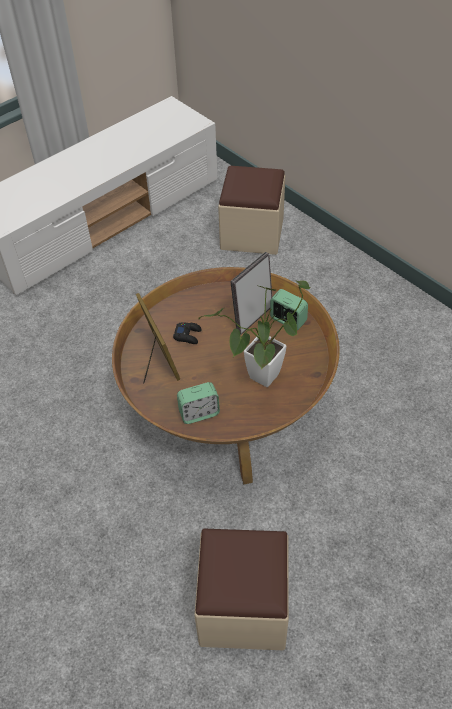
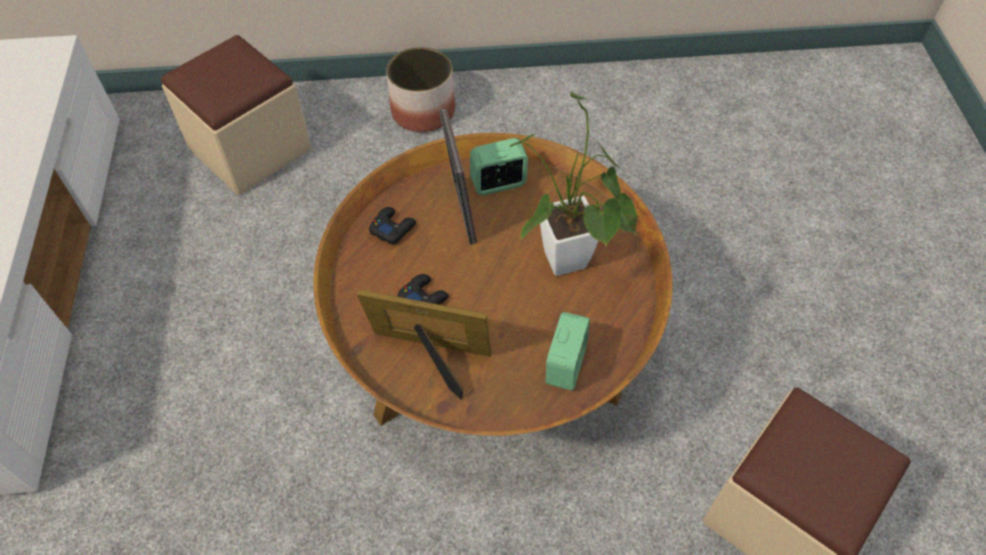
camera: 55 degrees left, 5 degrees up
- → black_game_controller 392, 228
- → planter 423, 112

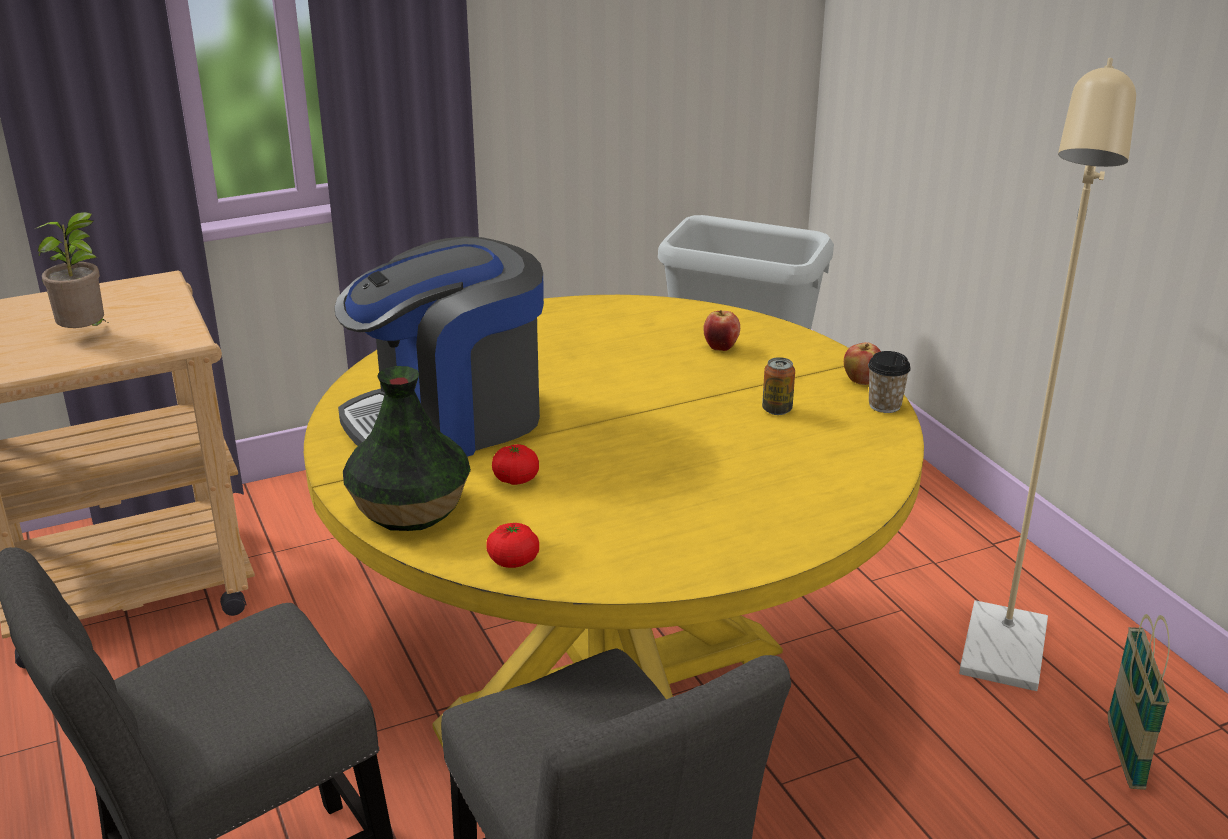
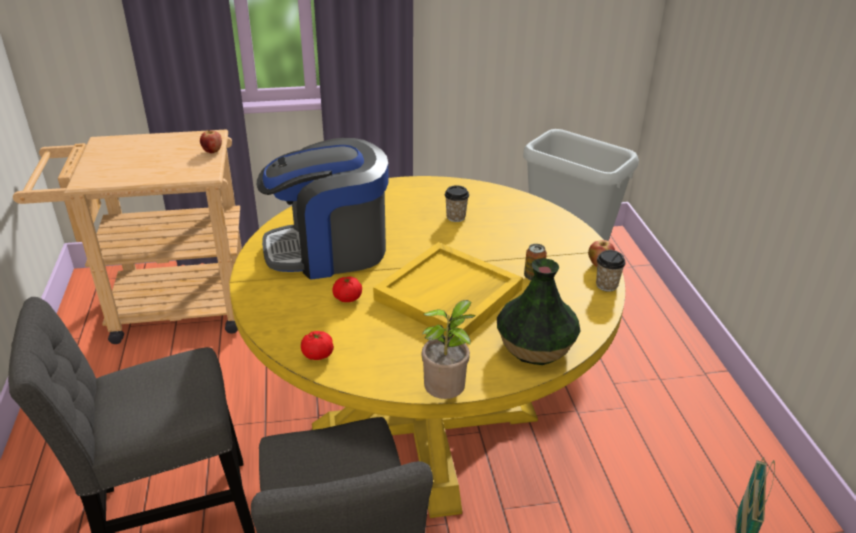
camera: 15 degrees right, 5 degrees up
potted_plant 87, 335 → potted_plant 446, 396, move
vase 409, 508 → vase 535, 346, move
apple 721, 347 → apple 212, 151, move
beige_floor_lamp 1002, 662 → -
- → yellow_tray 448, 295
- → cup 456, 217

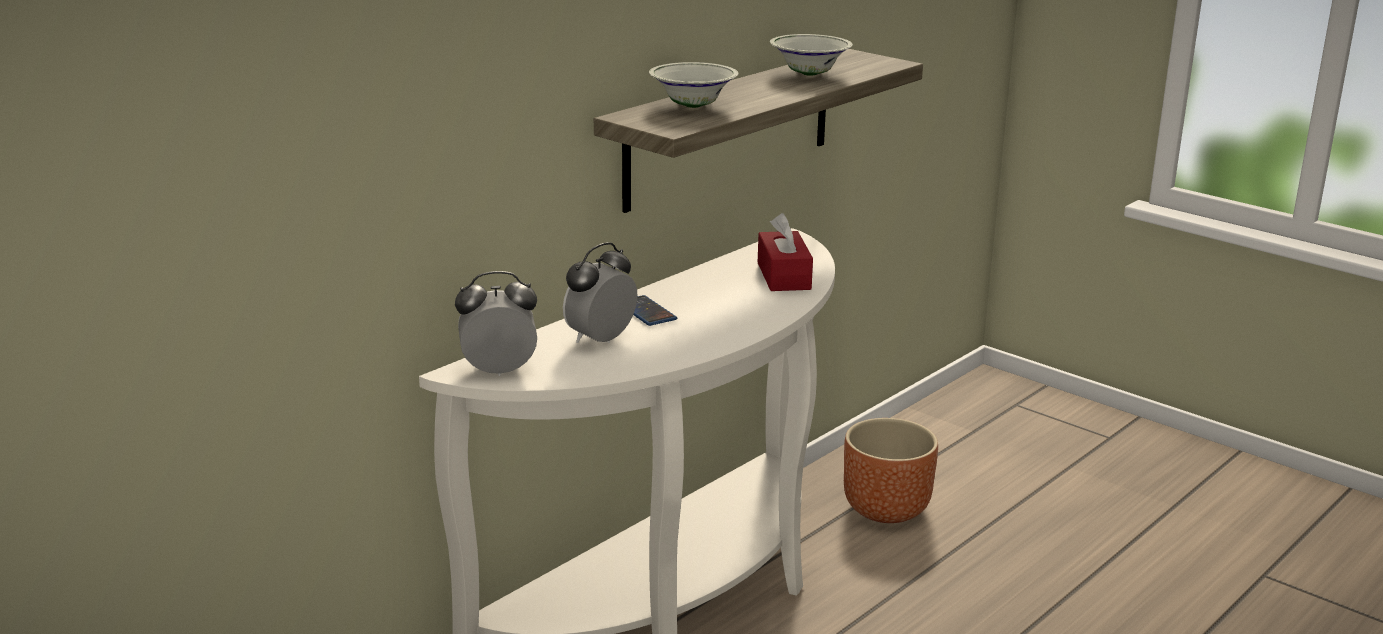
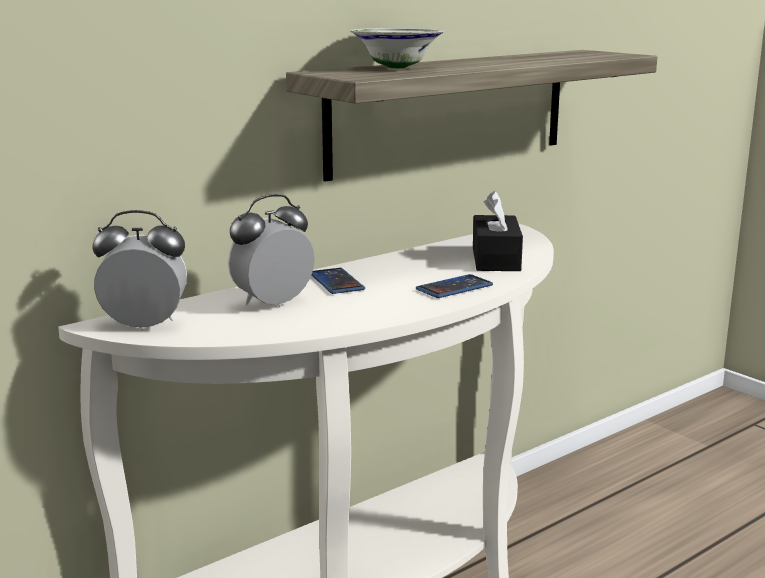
camera: 10 degrees right, 5 degrees down
red_tissue_box 783, 276 → black_tissue_box 496, 259
white_bowl 809, 74 → -
brown_planter 887, 509 → -
- → phone 454, 287

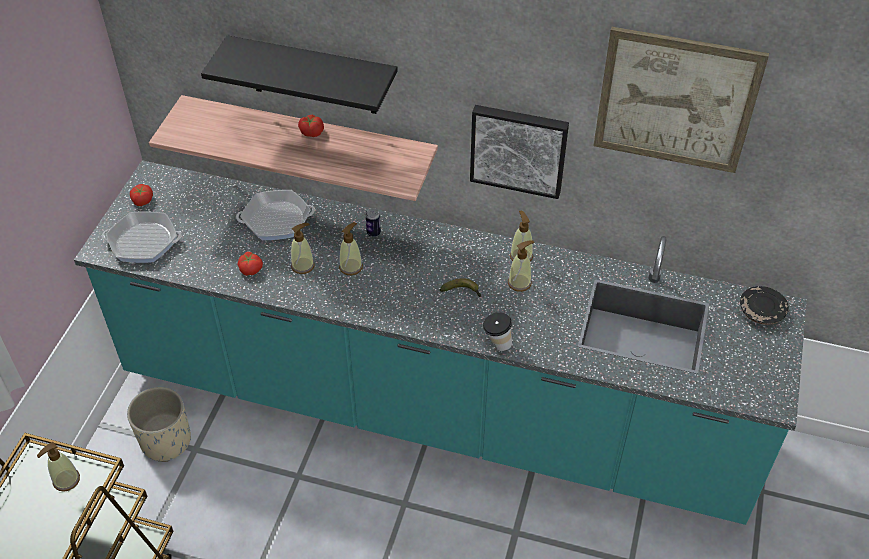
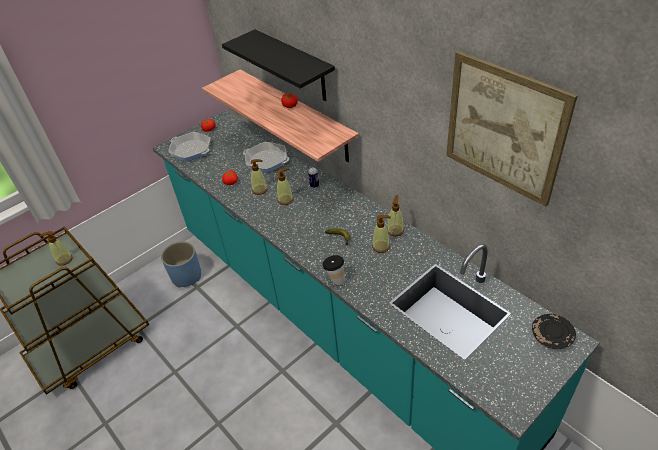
camera: 35 degrees right, 5 degrees down
beige_planter 166, 441 → blue_planter 186, 276
picture 518, 149 → -

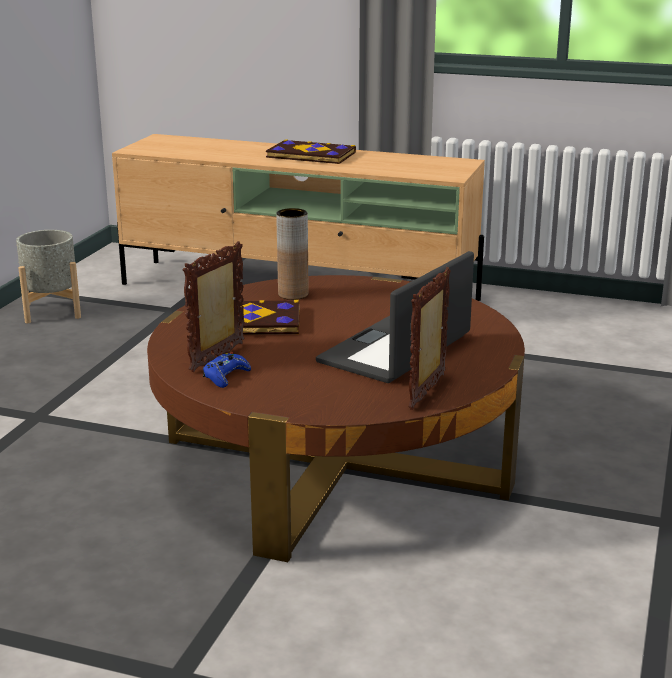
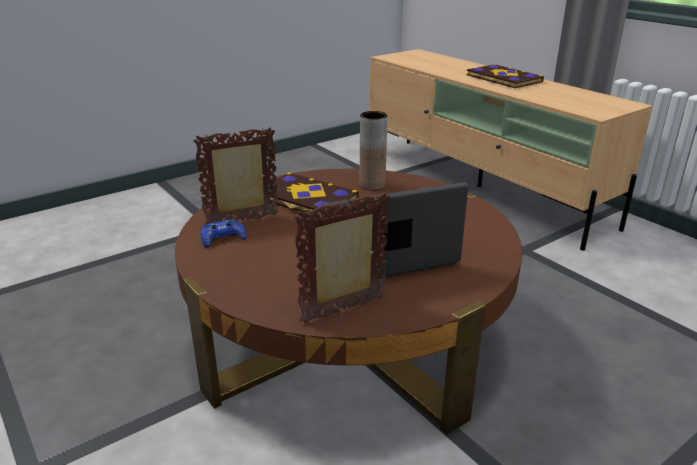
camera: 35 degrees right, 5 degrees up
grey_planter 52, 311 → -

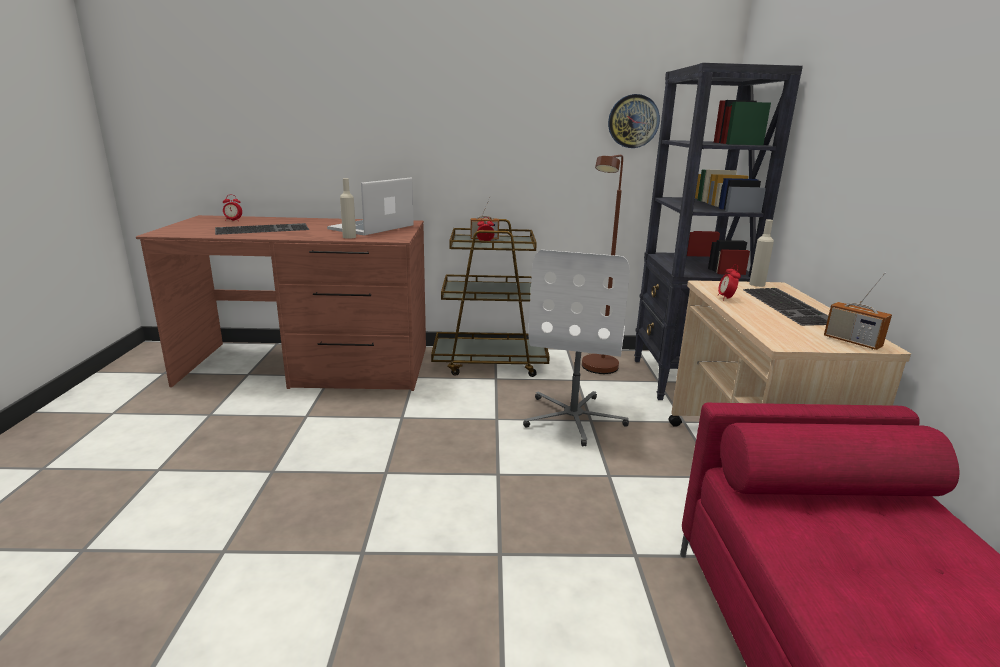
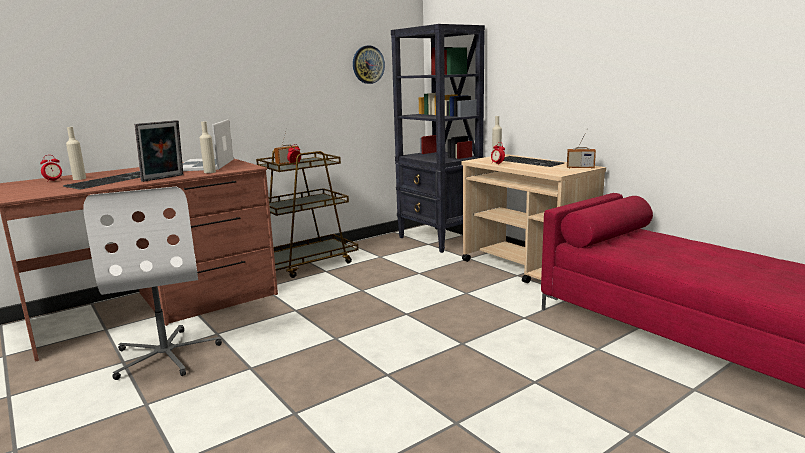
camera: 35 degrees left, 5 degrees down
white_office_chair 574, 418 → white_office_chair 166, 355, move
brown_floor_lamp 597, 370 → -
- → beige_bottle 79, 178
- → picture_frame 164, 178

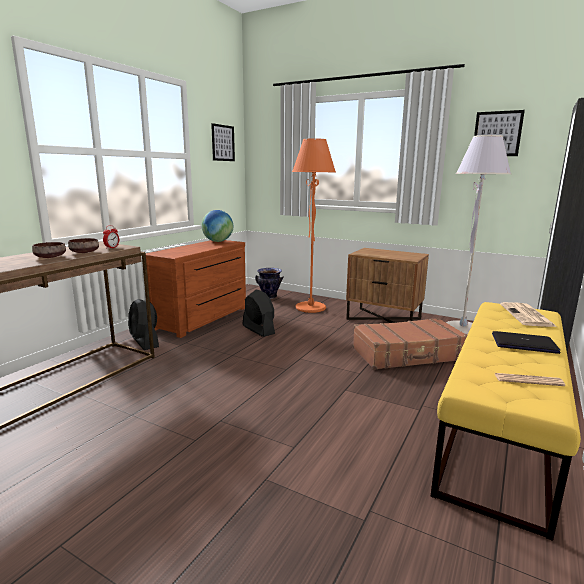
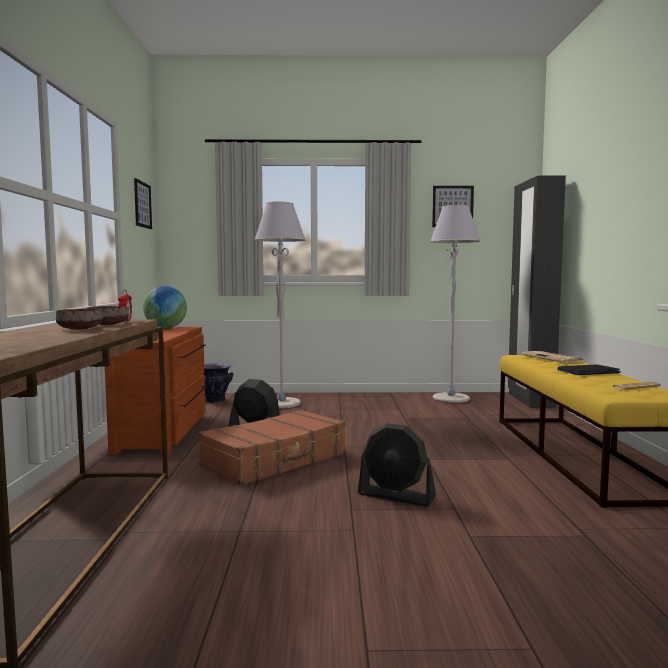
camera: 30 degrees left, 10 degrees down
black_fan 145, 342 → black_fan 396, 496, move
orange_floor_lamp 311, 308 → grey_floor_lamp 282, 404
brown_nightstand 384, 319 → -
brown_suitcase 408, 354 → brown_suitcase 276, 460, move

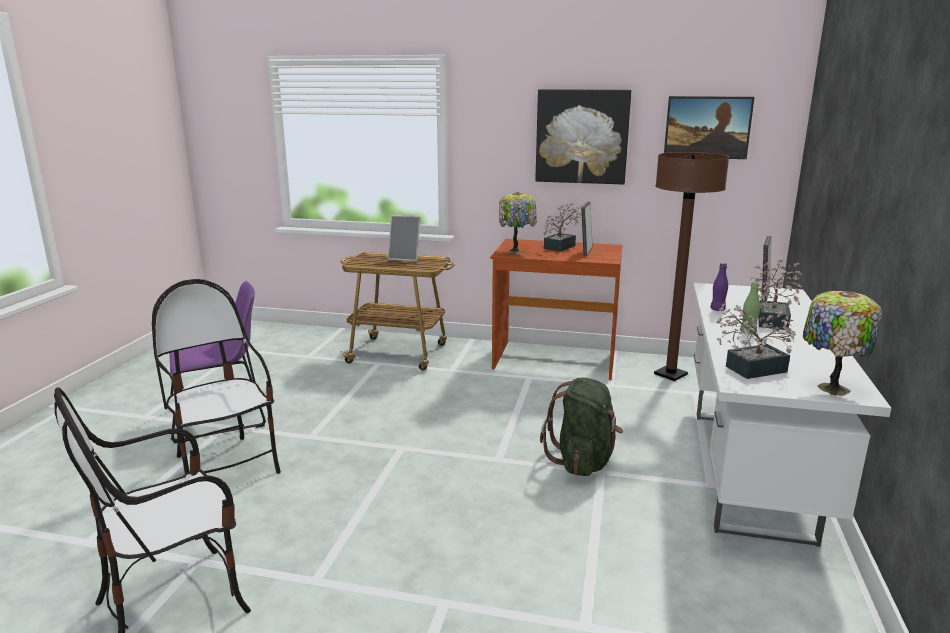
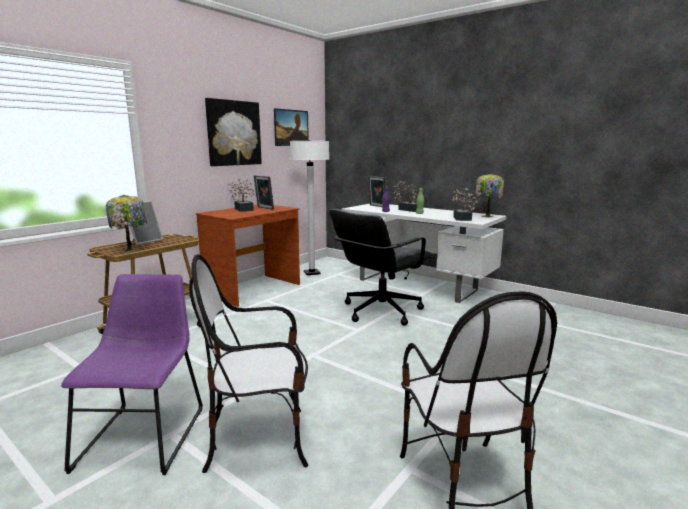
camera: 65 degrees left, 5 degrees down
table_lamp 516, 251 → table_lamp 131, 250, move
green_backpack 583, 461 → black_office_chair 380, 311
brown_floor_lamp 670, 374 → white_floor_lamp 312, 273

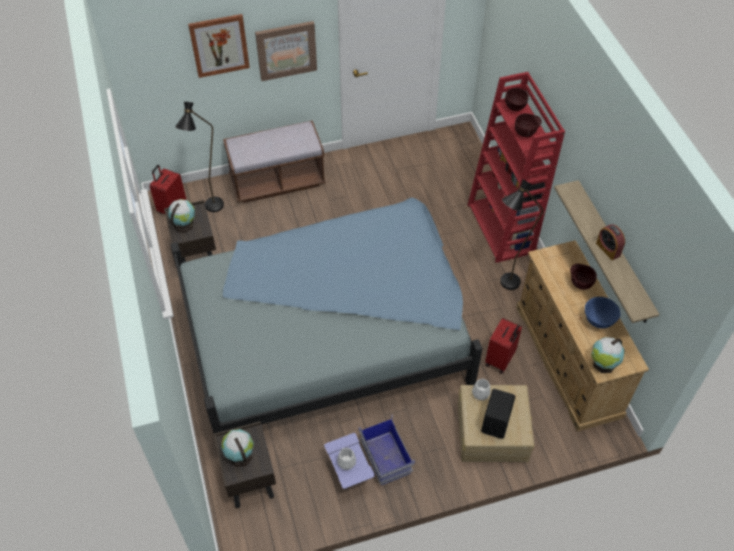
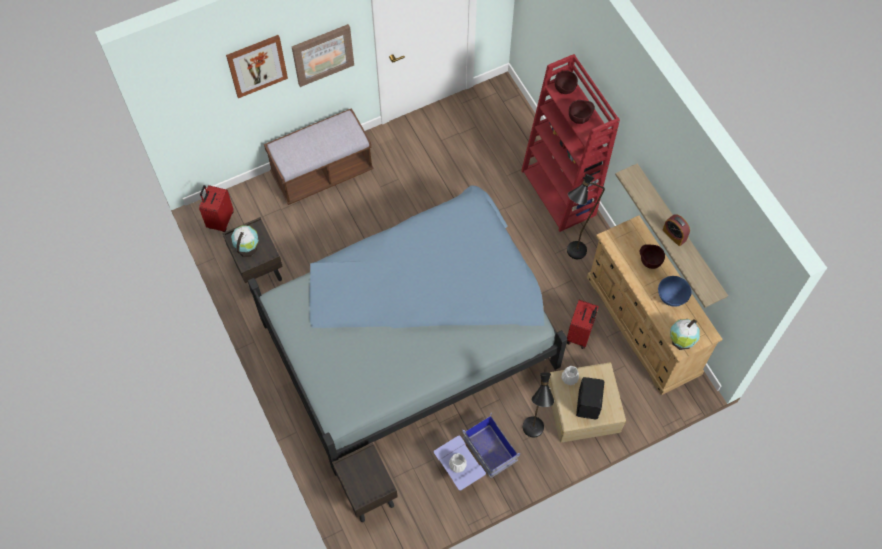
camera: 10 degrees left, 10 degrees up
black_floor_lamp 211, 210 → black_floor_lamp 533, 435, move
globe 239, 455 → -

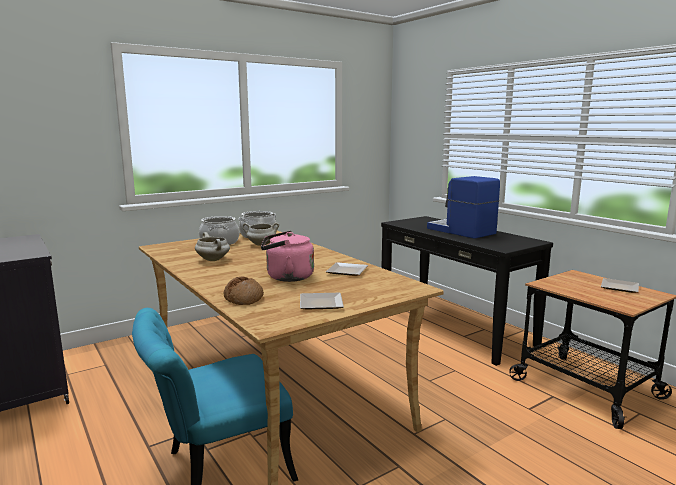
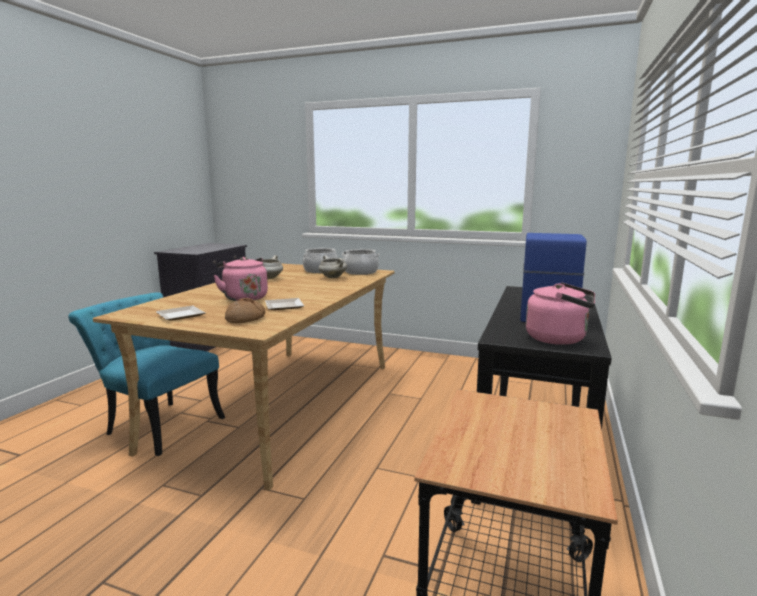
camera: 55 degrees right, 0 degrees up
bread 244, 298 → bread 245, 319, move
plate 620, 287 → -
- → pink_kettle 559, 339

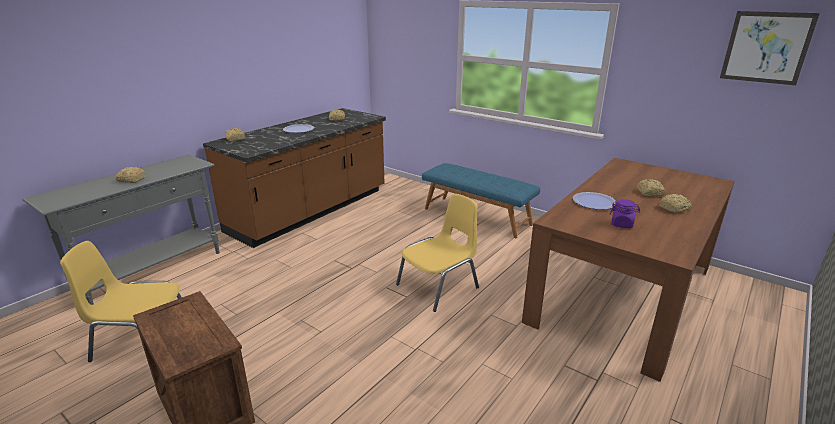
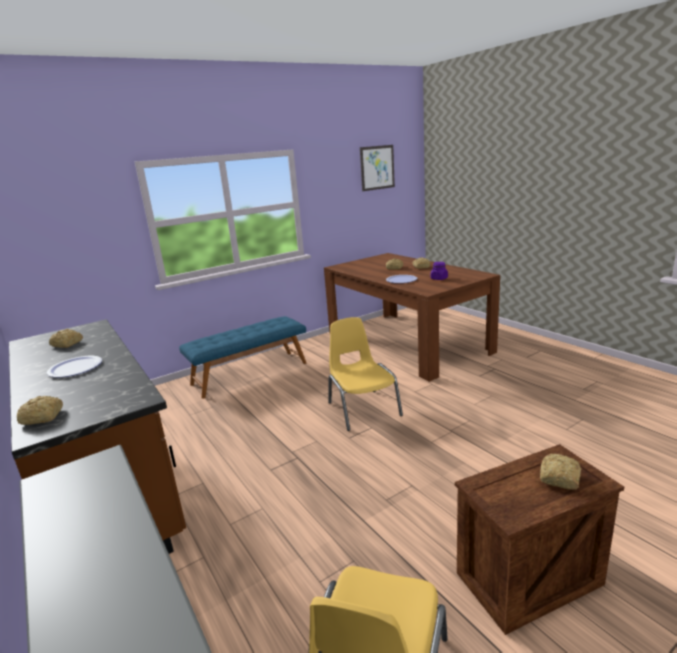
camera: 70 degrees left, 5 degrees down
bread 132, 180 → bread 559, 479, move

